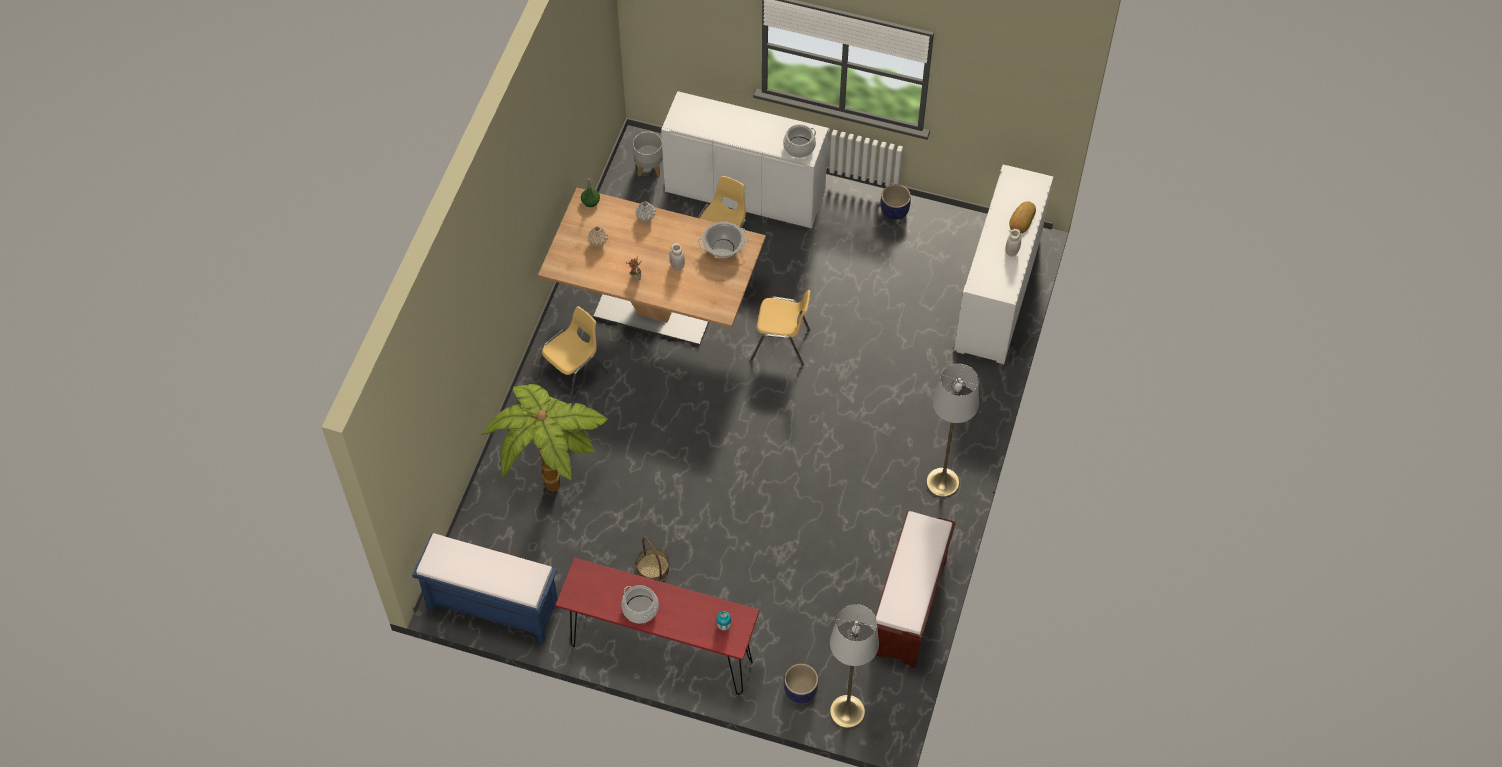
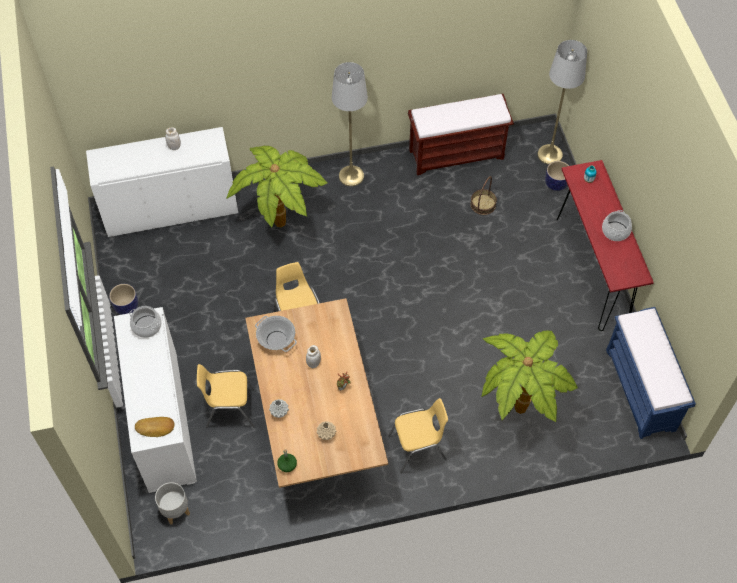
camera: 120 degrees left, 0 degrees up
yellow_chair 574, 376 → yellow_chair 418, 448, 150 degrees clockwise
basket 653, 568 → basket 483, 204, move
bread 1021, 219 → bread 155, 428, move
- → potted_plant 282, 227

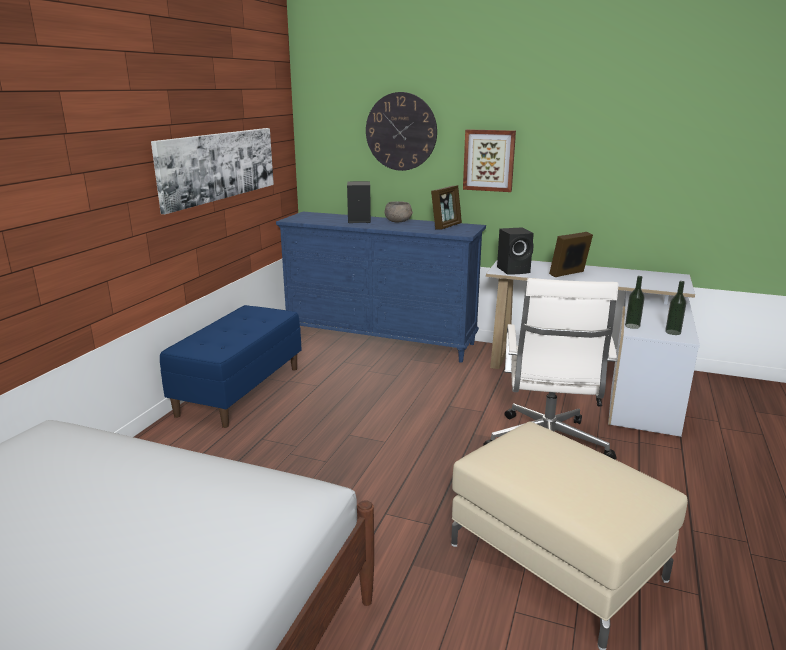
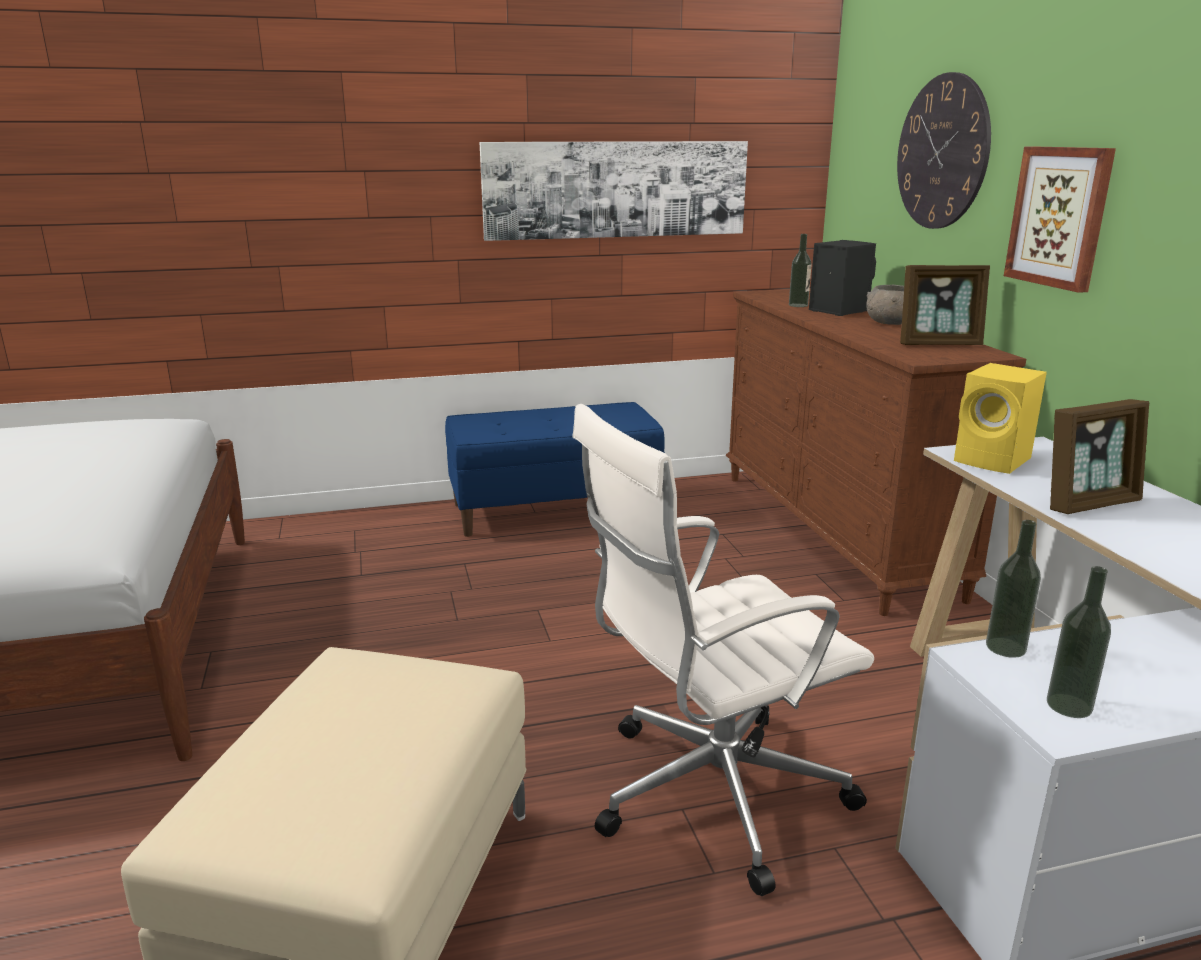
camera: 55 degrees right, 0 degrees up
blue_dresser 381, 340 → brown_dresser 833, 533
black_speaker 514, 270 → yellow_speaker 994, 461
picture_frame 568, 274 → picture_frame 1089, 503, 135 degrees clockwise
- → bottle 798, 305

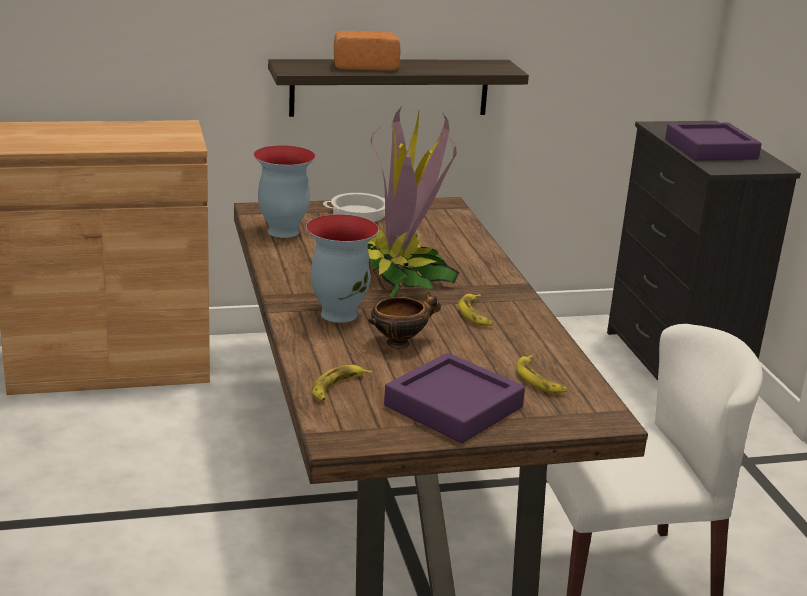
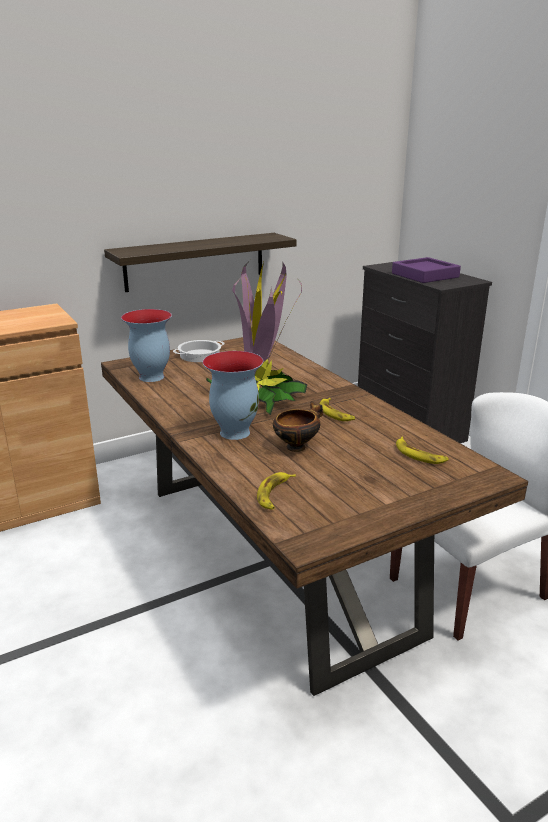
camera: 15 degrees left, 0 degrees up
bread 364, 66 → -
purple_tray 453, 406 → -

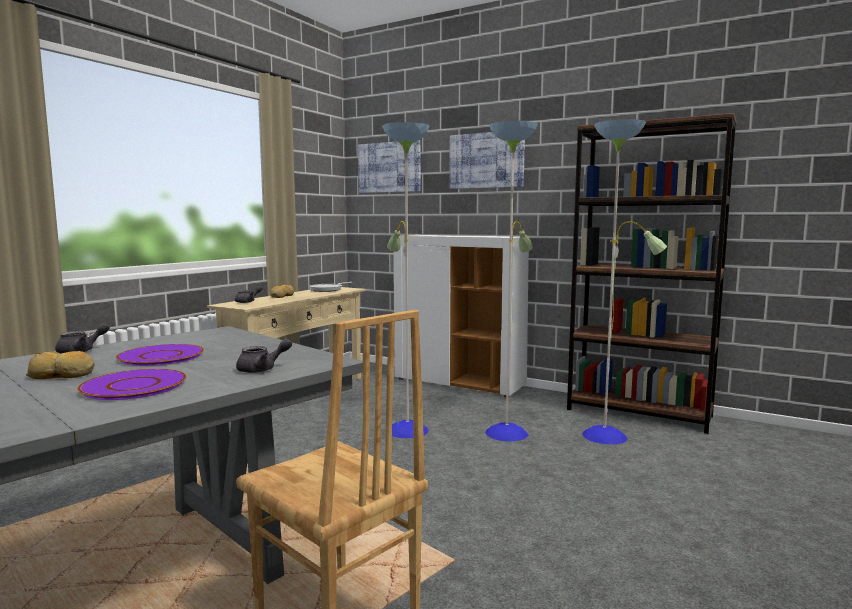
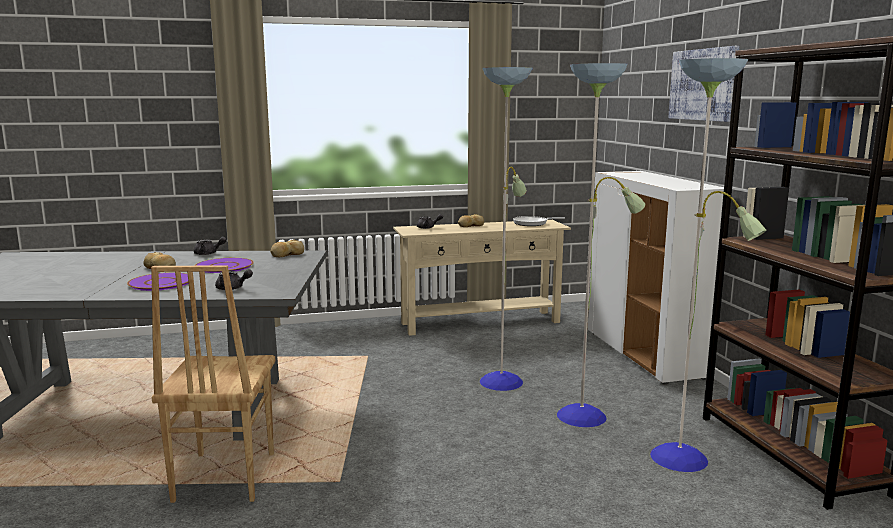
camera: 45 degrees right, 5 degrees up
picture 389, 167 → -
- → bread 287, 254

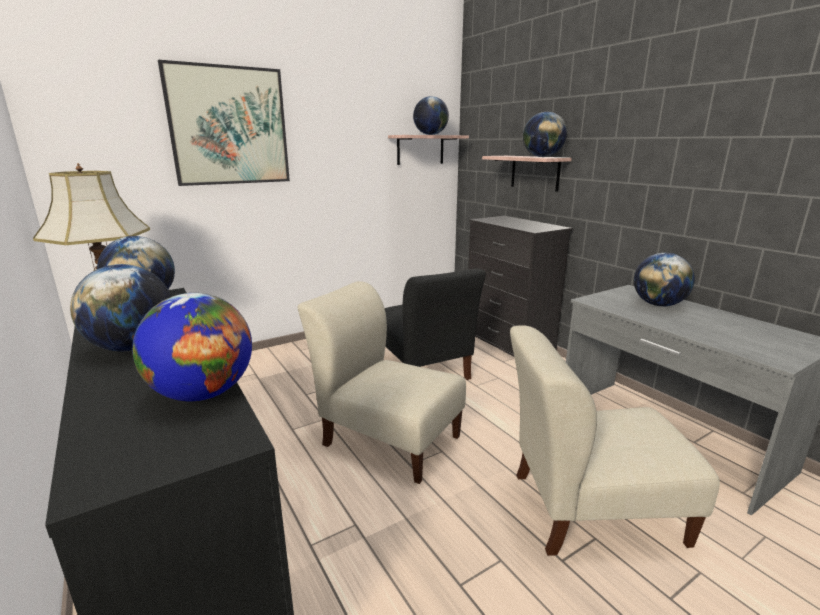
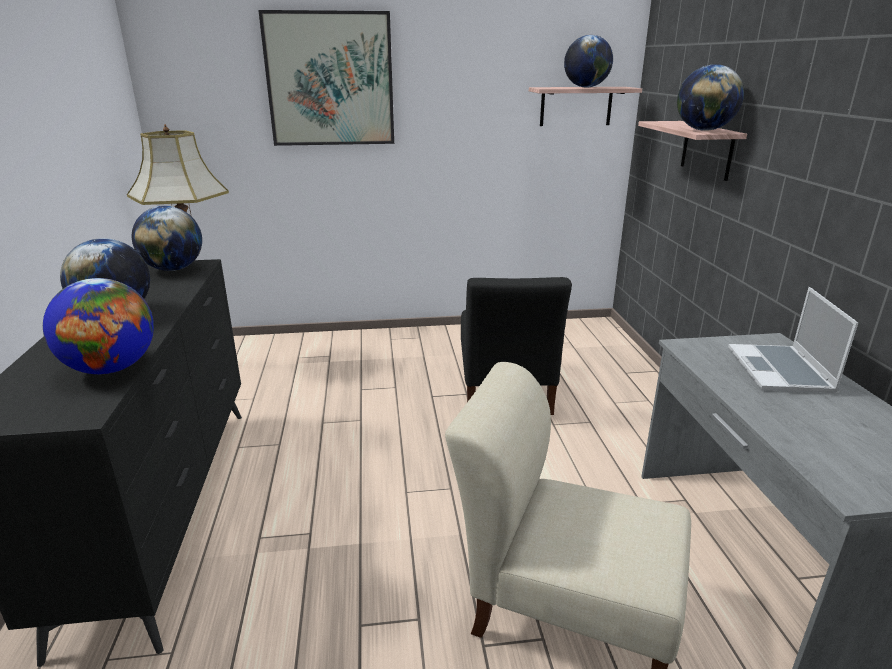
camera: 25 degrees right, 5 degrees up
beige_chair 387, 438 → -
black_dresser 508, 346 → -
globe 658, 305 → laptop 781, 371

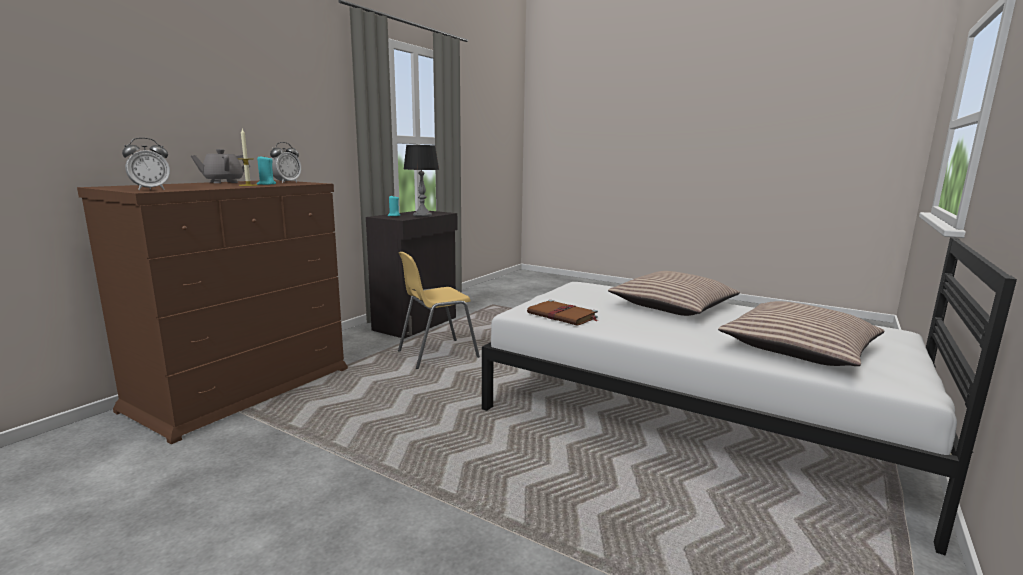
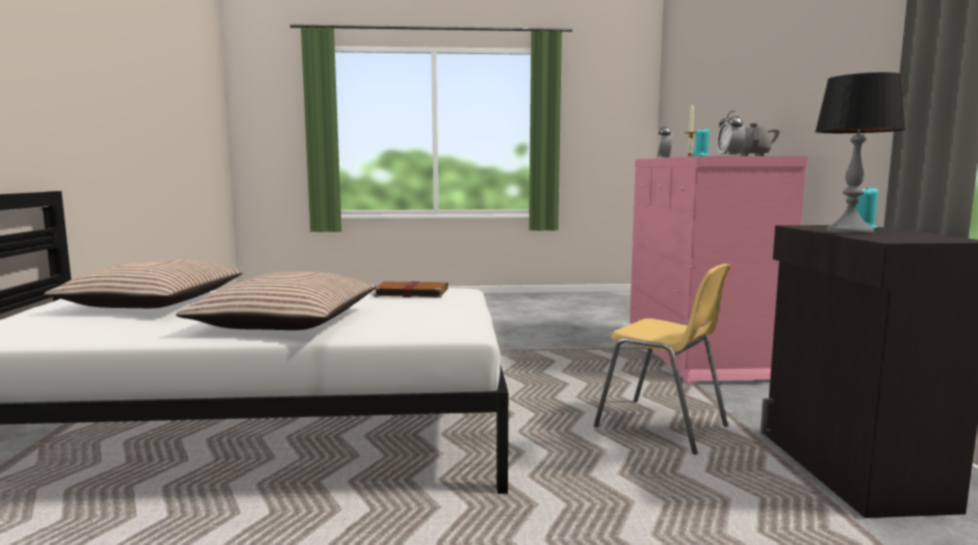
camera: 145 degrees right, 5 degrees down
brown_dresser 243, 388 → pink_dresser 700, 354
yellow_chair 436, 354 → yellow_chair 662, 427, 105 degrees clockwise

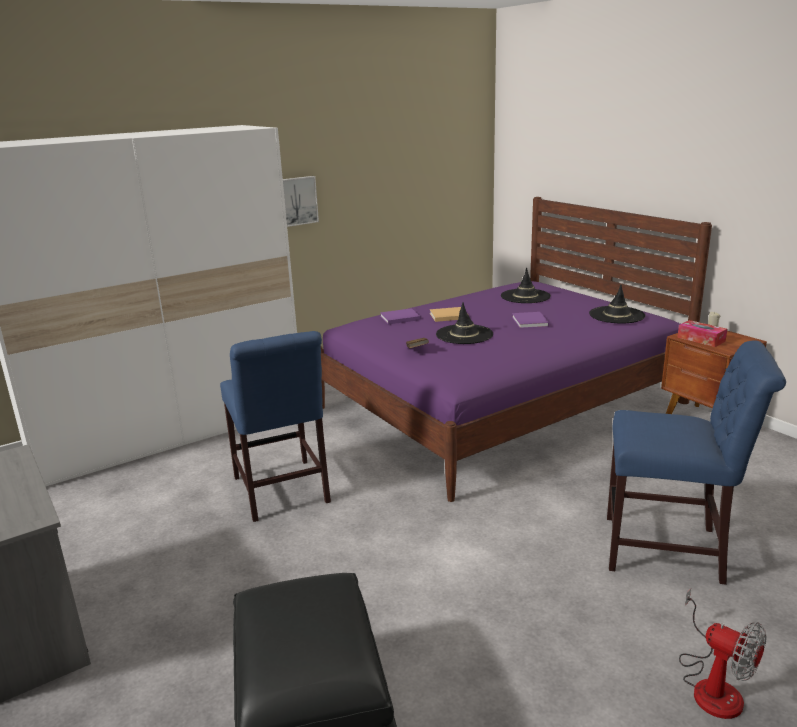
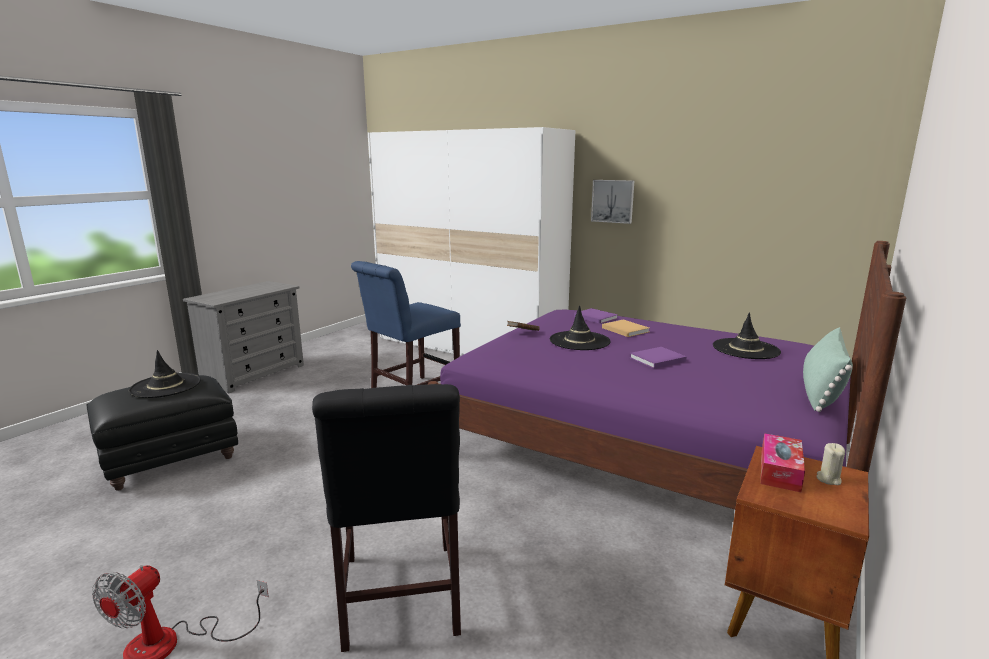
camera: 65 degrees right, 5 degrees down
black_hat 616, 315 → black_hat 166, 386, move
blue_chair 671, 550 → black_chair 399, 600
- → green_pillow 821, 390

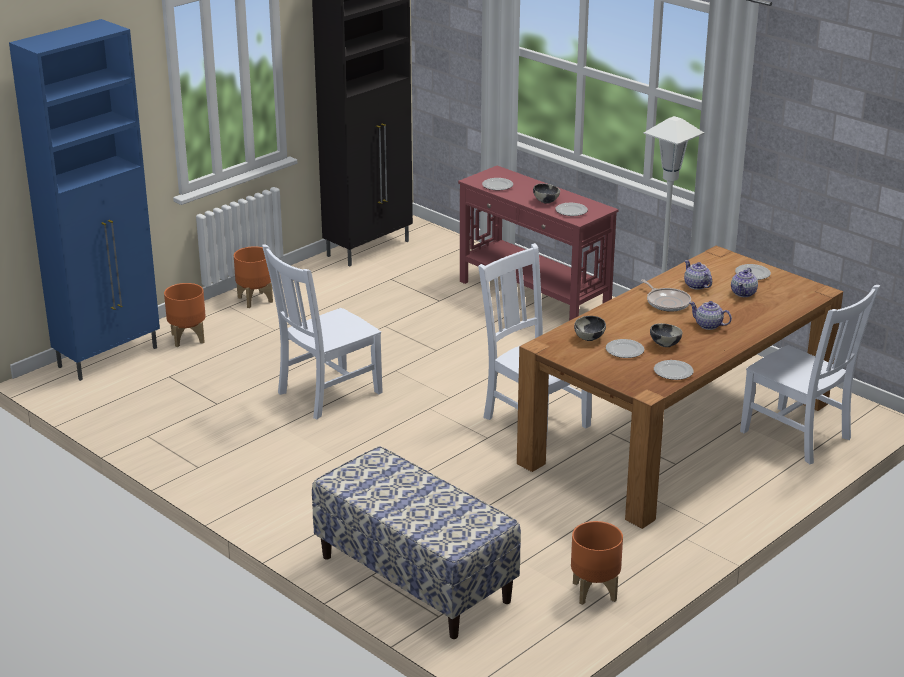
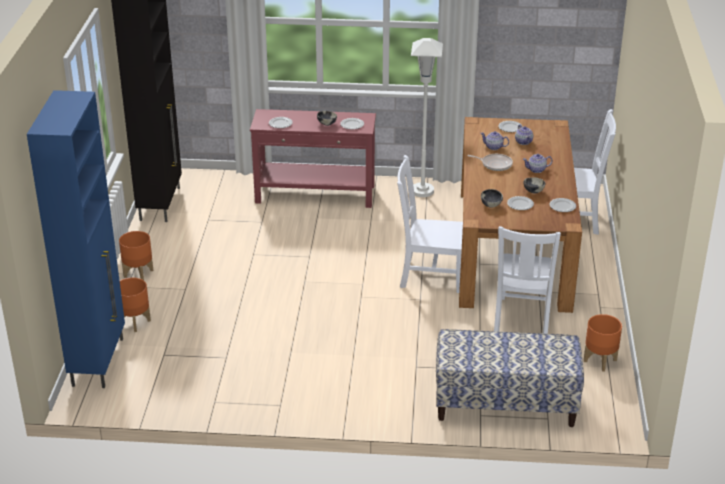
camera: 40 degrees left, 5 degrees up
white_chair 326, 394 → white_chair 522, 319, move

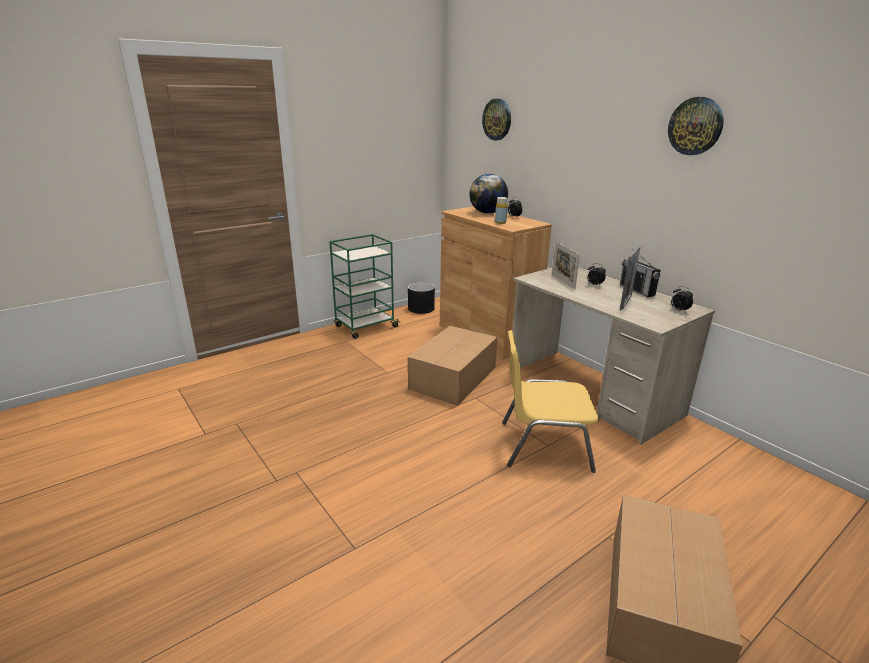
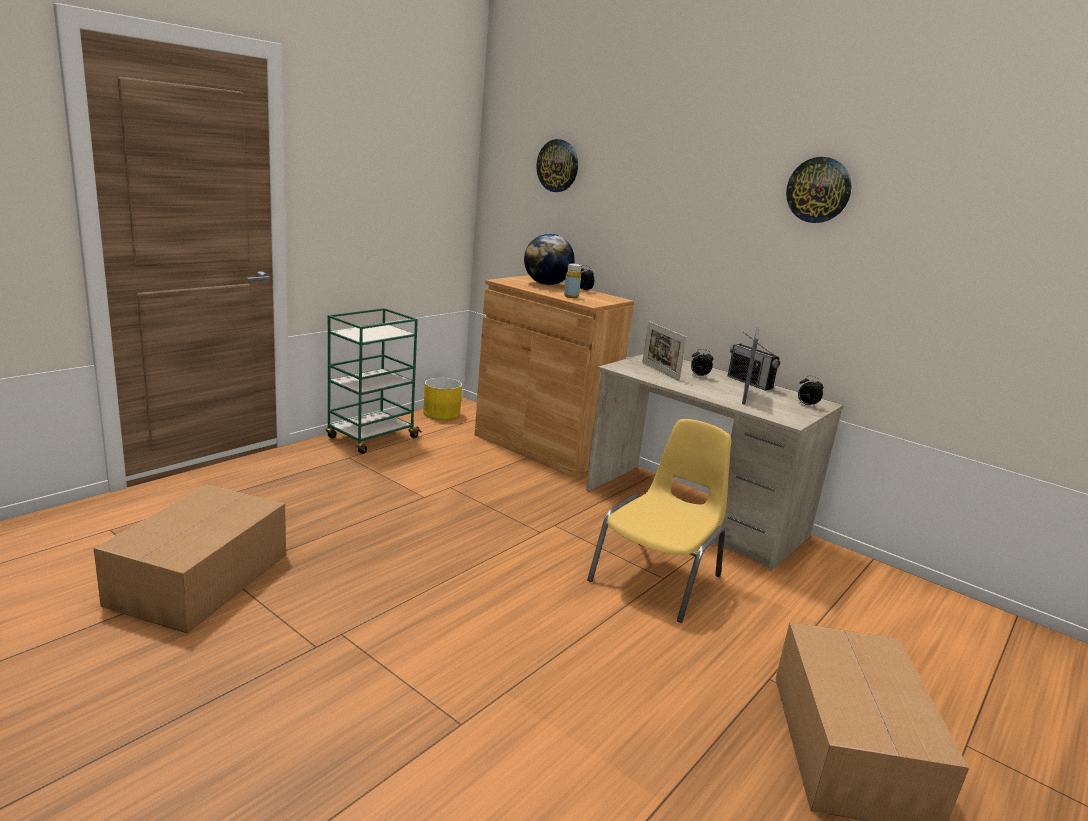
camera: 15 degrees left, 5 degrees down
black_planter 421, 308 → yellow_planter 441, 413
cardboard_box 454, 377 → cardboard_box 203, 578, move
yellow_chair 543, 445 → yellow_chair 658, 578, 135 degrees clockwise

